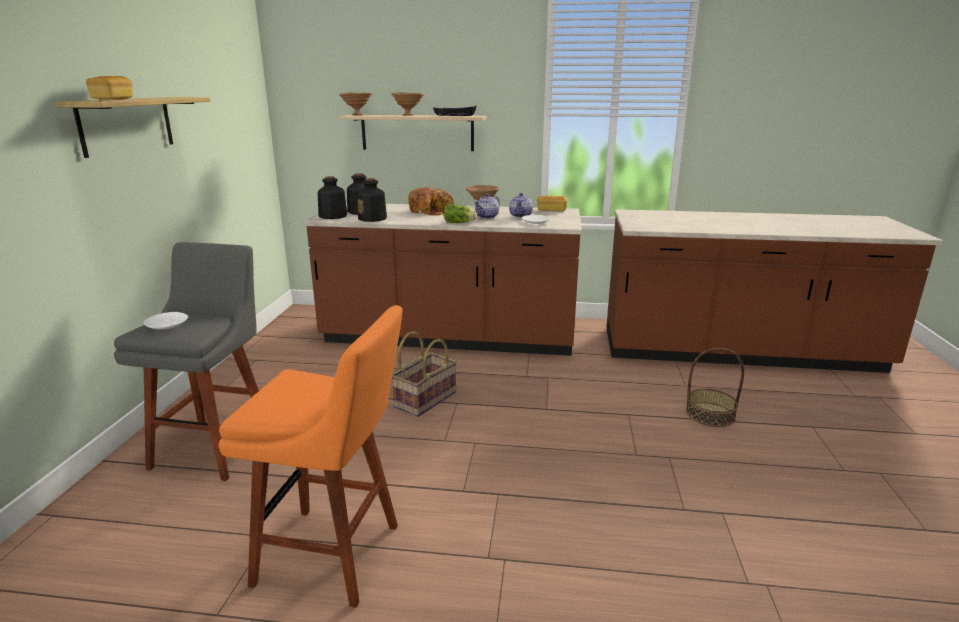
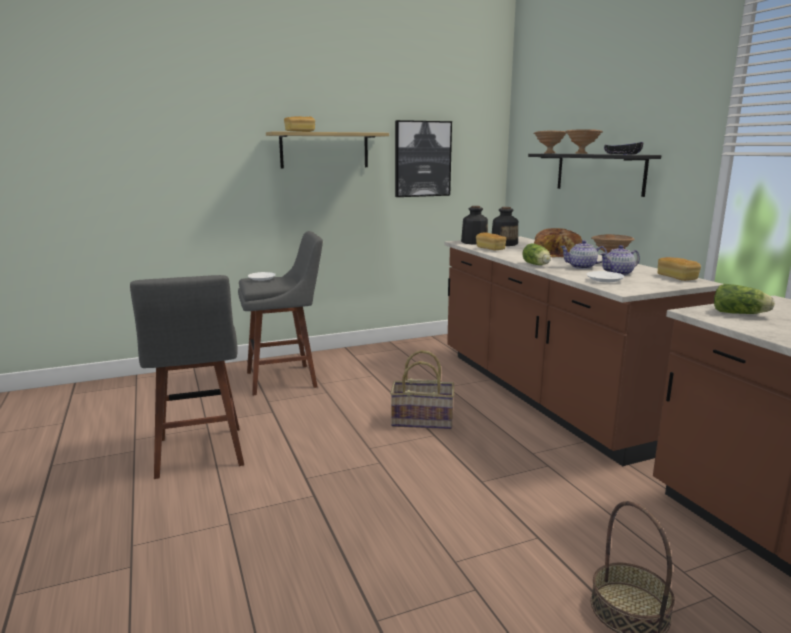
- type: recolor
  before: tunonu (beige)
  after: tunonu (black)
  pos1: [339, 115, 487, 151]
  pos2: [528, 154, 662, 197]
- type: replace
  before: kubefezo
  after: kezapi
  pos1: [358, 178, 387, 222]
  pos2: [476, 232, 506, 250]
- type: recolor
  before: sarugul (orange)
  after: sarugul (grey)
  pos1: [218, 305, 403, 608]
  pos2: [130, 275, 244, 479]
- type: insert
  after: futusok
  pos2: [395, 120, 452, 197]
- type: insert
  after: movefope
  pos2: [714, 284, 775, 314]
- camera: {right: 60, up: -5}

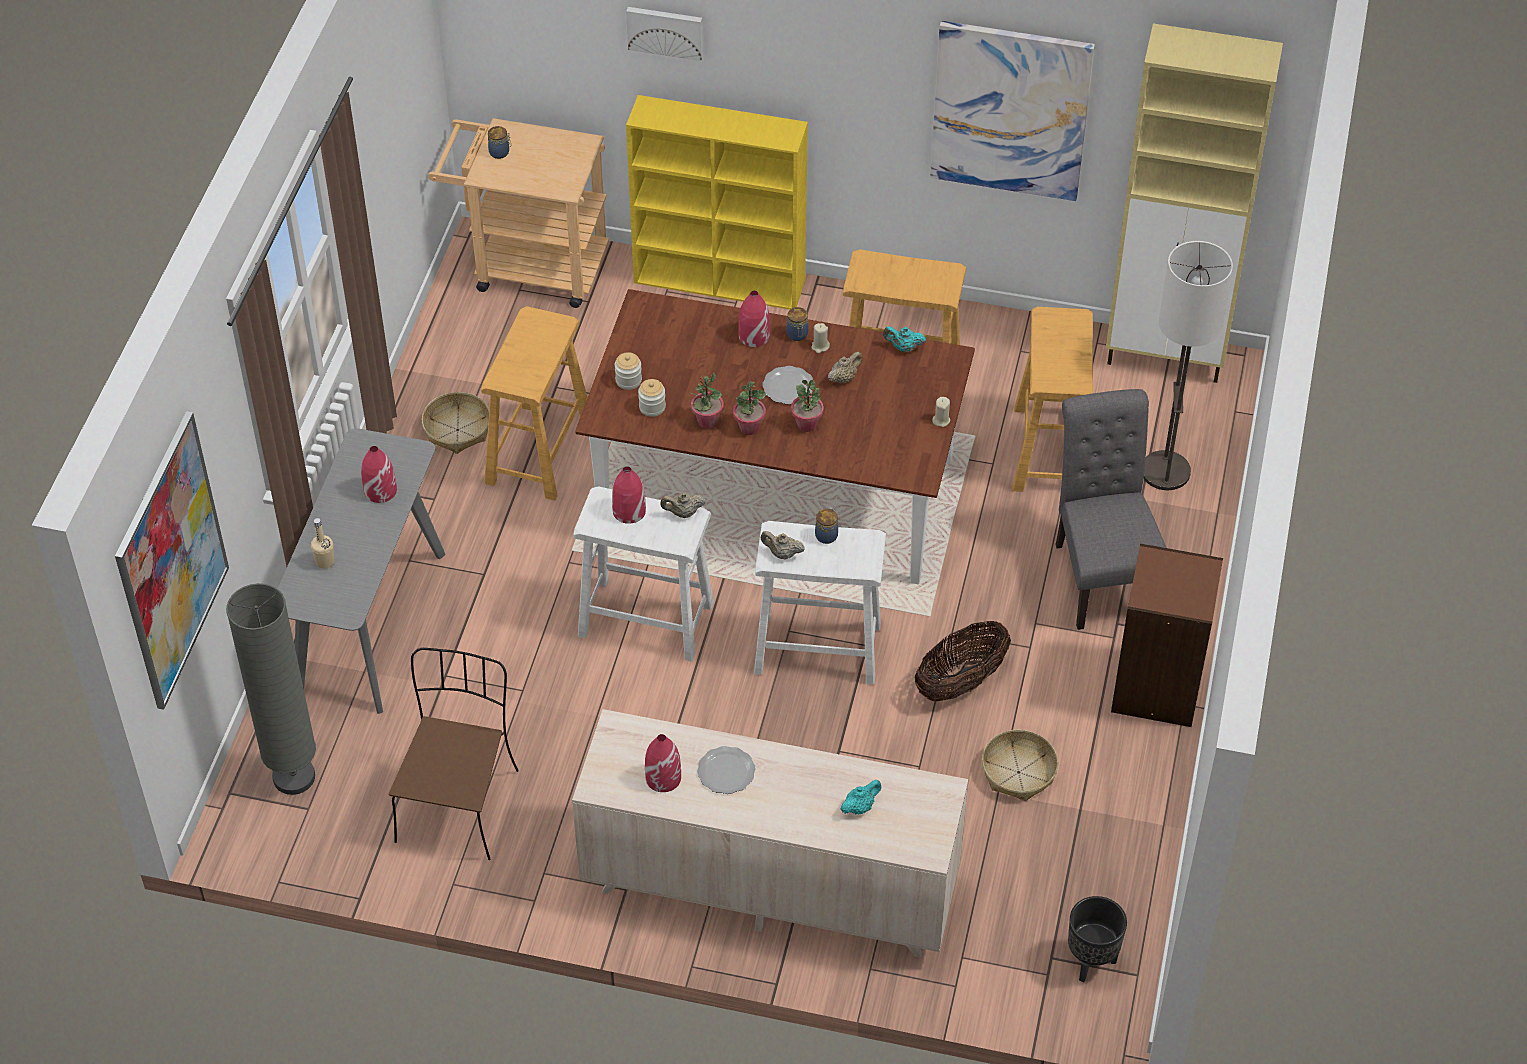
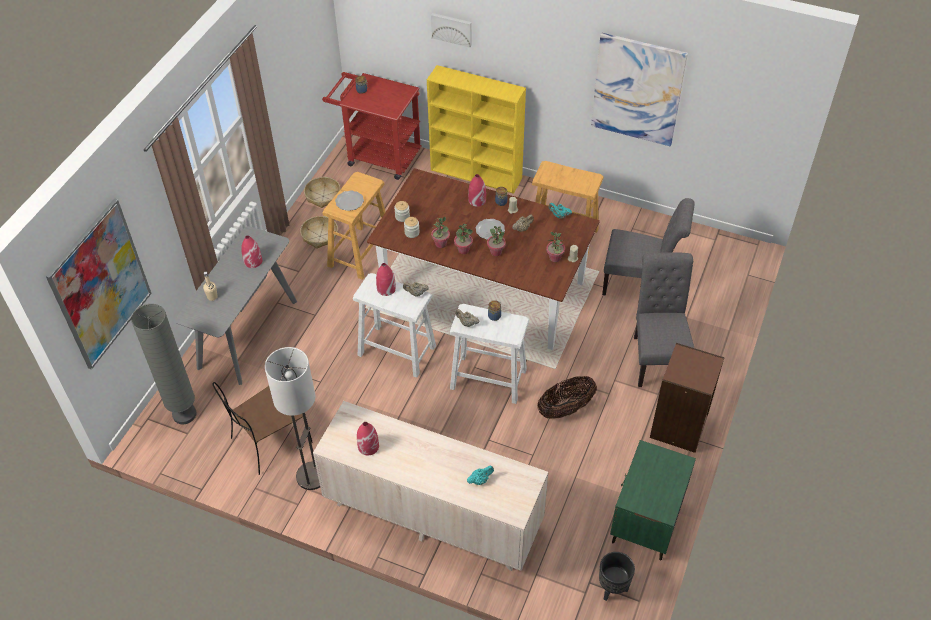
- type: delete
  before: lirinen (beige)
  pos1: [1106, 23, 1283, 383]
- type: recolor
  before: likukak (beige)
  after: likukak (red)
  pos1: [428, 118, 609, 308]
  pos2: [322, 72, 422, 180]
- type: move
  before: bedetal
  pos1: [1144, 241, 1233, 490]
  pos2: [265, 347, 320, 490]
- type: replace
  before: sarugul (beige)
  after: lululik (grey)
  pos1: [1012, 307, 1093, 492]
  pos2: [602, 198, 695, 296]
- type: rotate
  before: lululik (brown)
  pos1: [389, 648, 519, 860]
  pos2: [212, 382, 313, 475]
  turn: -150
- type: move
  before: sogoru
  pos1: [982, 730, 1058, 801]
  pos2: [304, 177, 340, 208]
- type: move
  before: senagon
  pos1: [697, 746, 756, 794]
  pos2: [335, 191, 364, 211]
- type: insert
  after: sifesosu
  pos2: [546, 232, 565, 262]
- type: insert
  after: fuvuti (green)
  pos2: [610, 440, 696, 561]
- camera: {right: 10, up: 0}

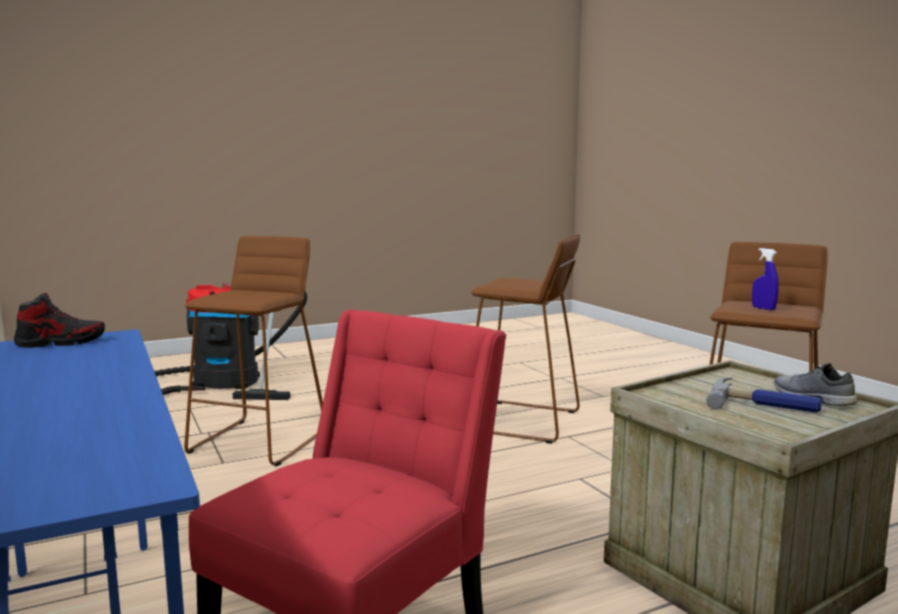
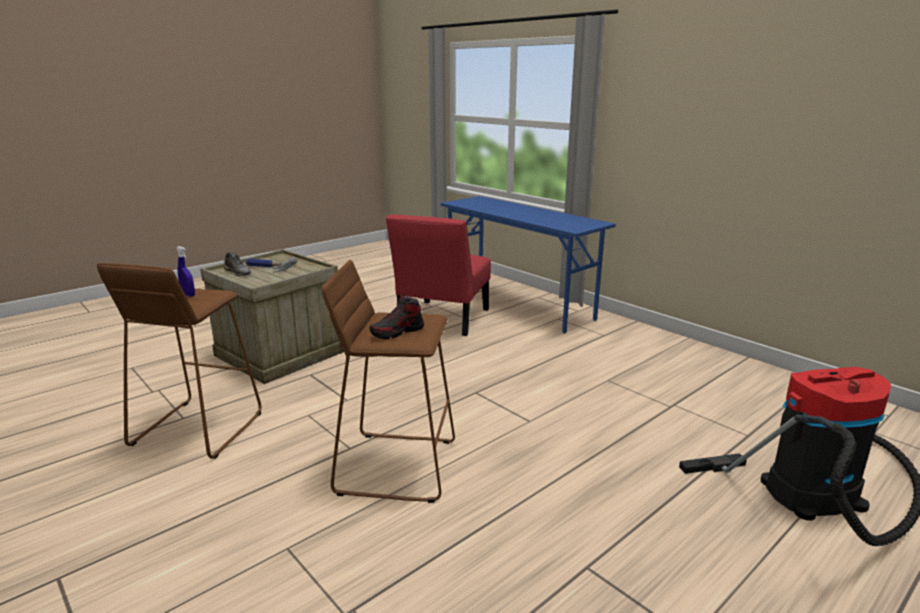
- type: delete
  before: sarugul (brown)
  pos1: [184, 236, 323, 466]
- type: move
  before: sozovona
  pos1: [14, 293, 105, 348]
  pos2: [370, 295, 424, 340]
- camera: {right: 165, up: 10}

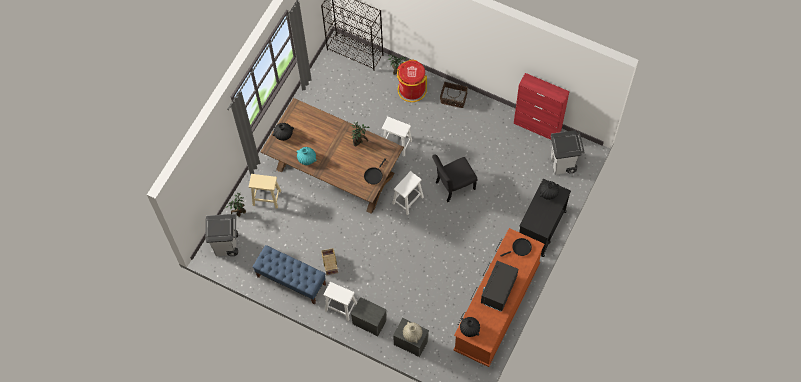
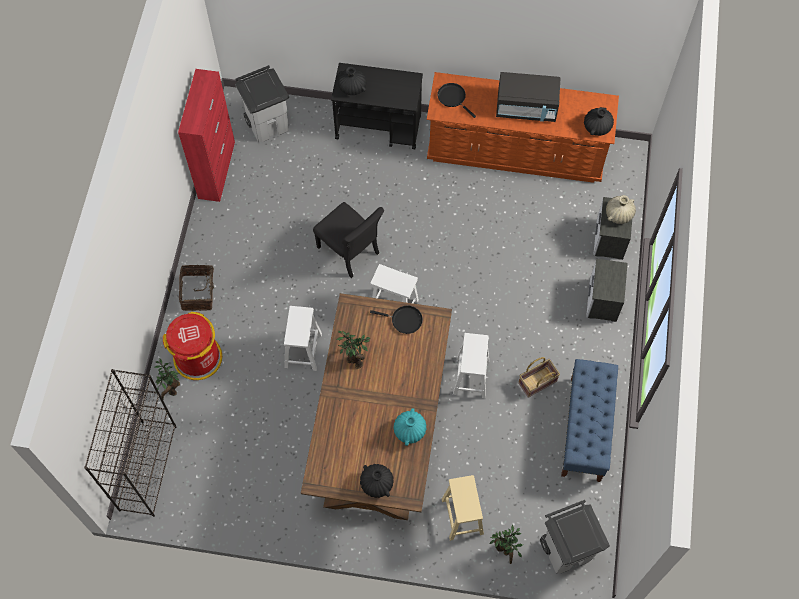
- type: move
  before: sarugul (white)
  pos1: [324, 282, 357, 321]
  pos2: [453, 333, 489, 398]
- camera: {right: -110, up: 0}

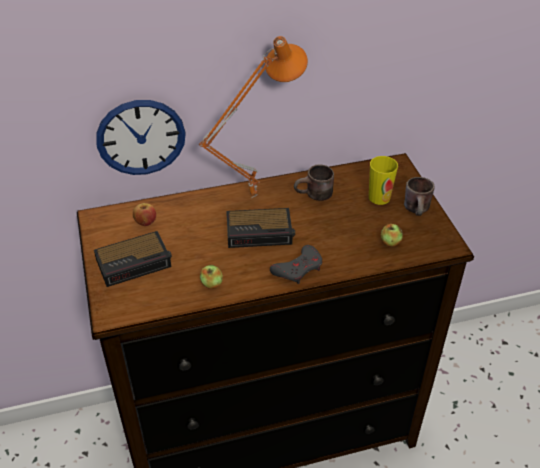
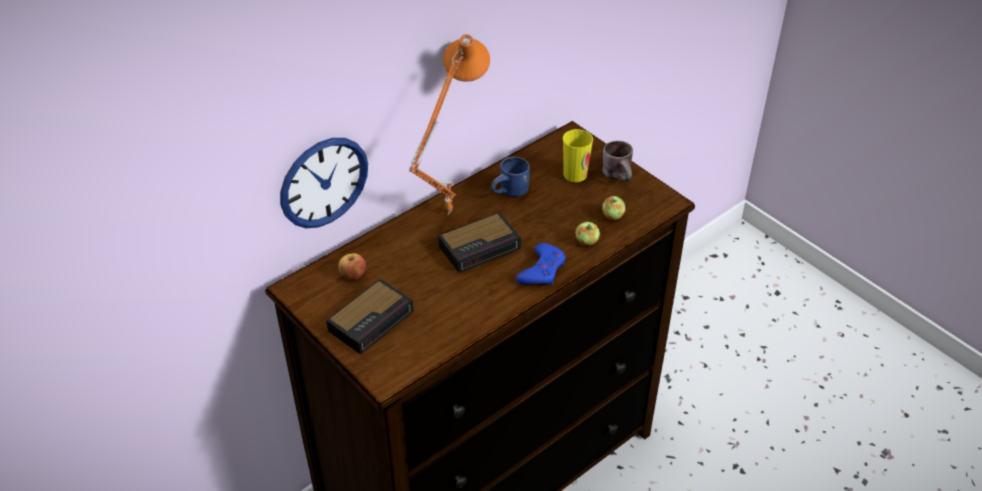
- type: recolor
  before: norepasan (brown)
  after: norepasan (blue)
  pos1: [294, 164, 334, 201]
  pos2: [491, 157, 530, 197]
- type: recolor
  before: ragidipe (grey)
  after: ragidipe (blue)
  pos1: [270, 245, 322, 284]
  pos2: [516, 243, 565, 285]
- type: move
  before: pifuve
  pos1: [200, 265, 223, 289]
  pos2: [575, 221, 600, 246]
- camera: {right: -25, up: 0}

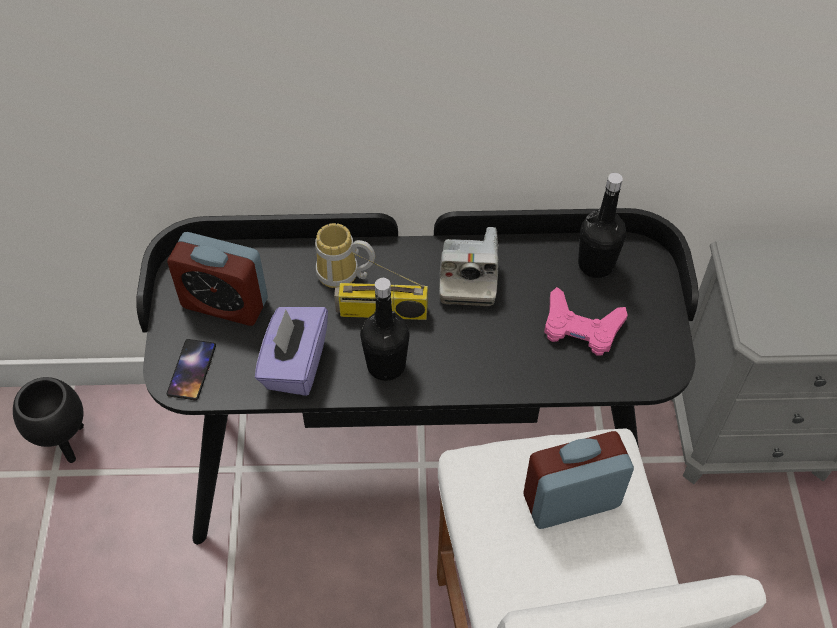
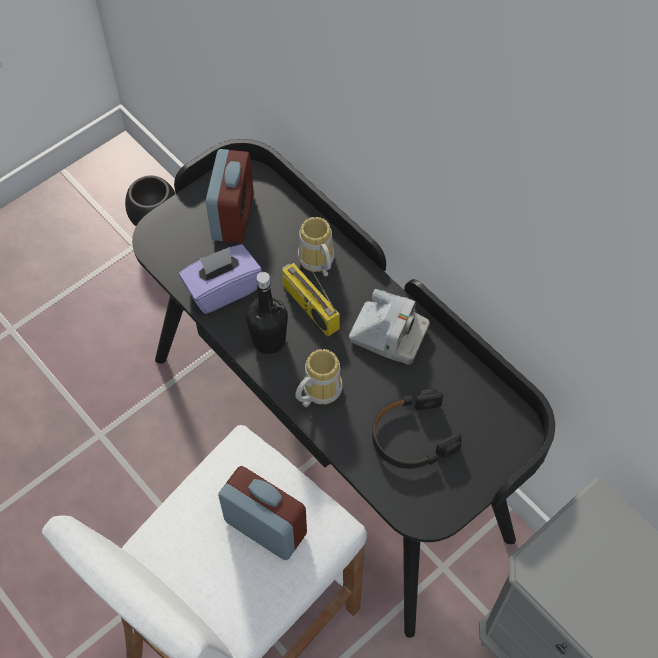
- type: delete
  before: kubefezo (black)
  pos1: [578, 173, 626, 278]
- type: rotate
  before: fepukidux
  pos1: [439, 227, 499, 306]
  pos2: [349, 289, 430, 365]
  turn: -120
- type: rotate
  before: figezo
  pos1: [167, 232, 268, 326]
  pos2: [206, 149, 253, 243]
  turn: -150
- type: replace
  before: ragidipe (pink)
  after: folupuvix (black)
  pos1: [544, 287, 628, 356]
  pos2: [372, 389, 462, 469]
- type: delete
  before: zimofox
  pos1: [167, 339, 216, 400]
- type: insert
  after: norepasan
  pos2: [296, 349, 343, 407]
- camera: {right: 50, up: 5}

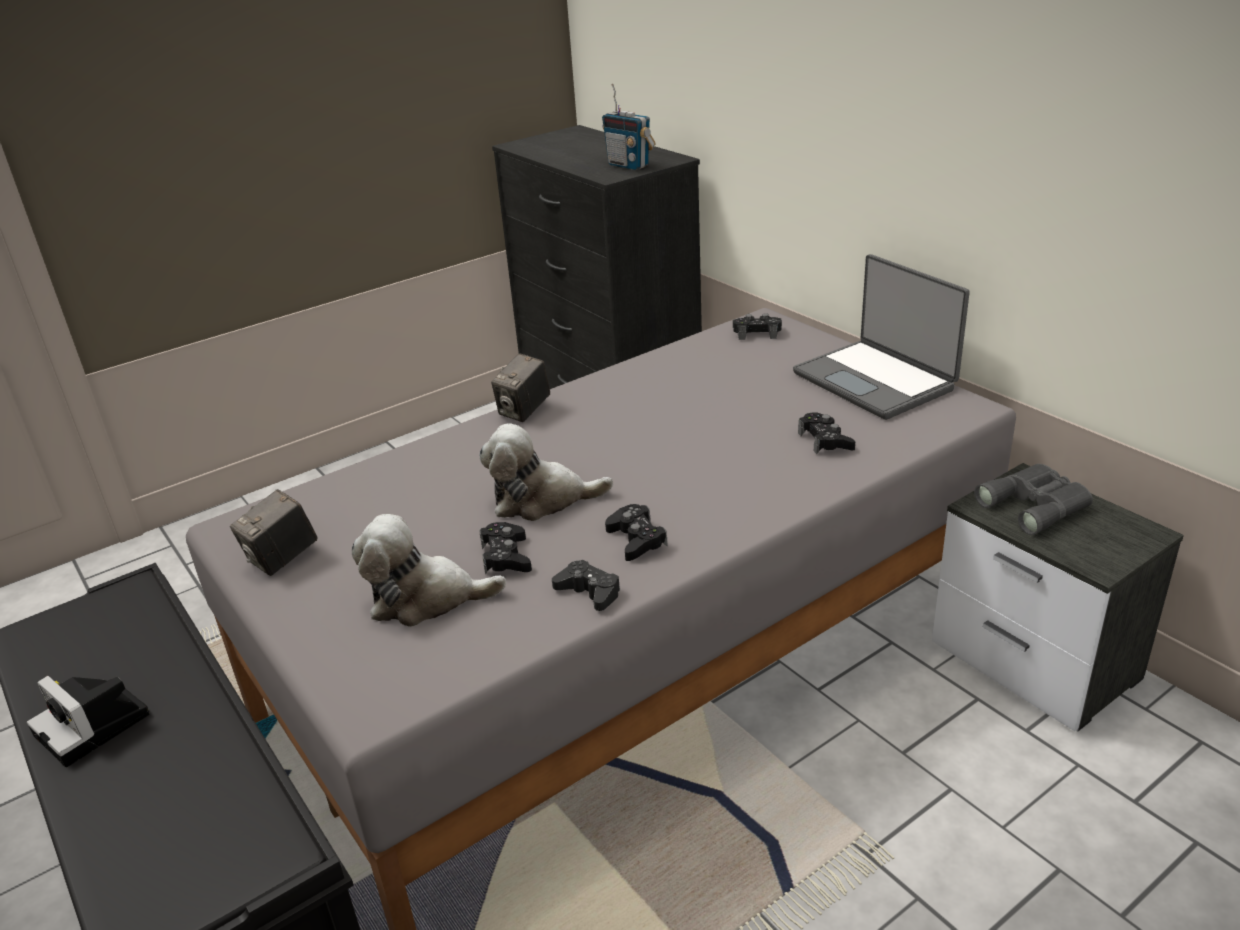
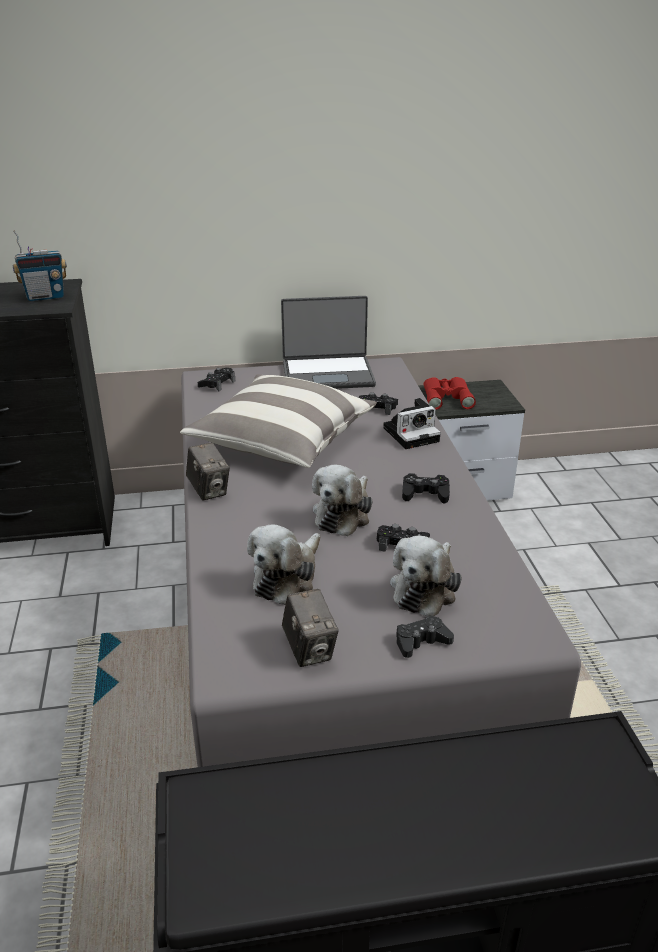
- type: recolor
  before: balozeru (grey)
  after: balozeru (red)
  pos1: [974, 464, 1093, 535]
  pos2: [424, 377, 476, 410]
- type: move
  before: ragidipe (black)
  pos1: [552, 560, 620, 611]
  pos2: [396, 615, 454, 658]
- type: move
  before: fepukidux
  pos1: [27, 676, 150, 767]
  pos2: [383, 398, 441, 449]
- type: insert
  after: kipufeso
  pos2: [180, 374, 377, 468]
- type: insert
  after: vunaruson
  pos2: [247, 524, 321, 605]
- camera: {right: -65, up: 0}

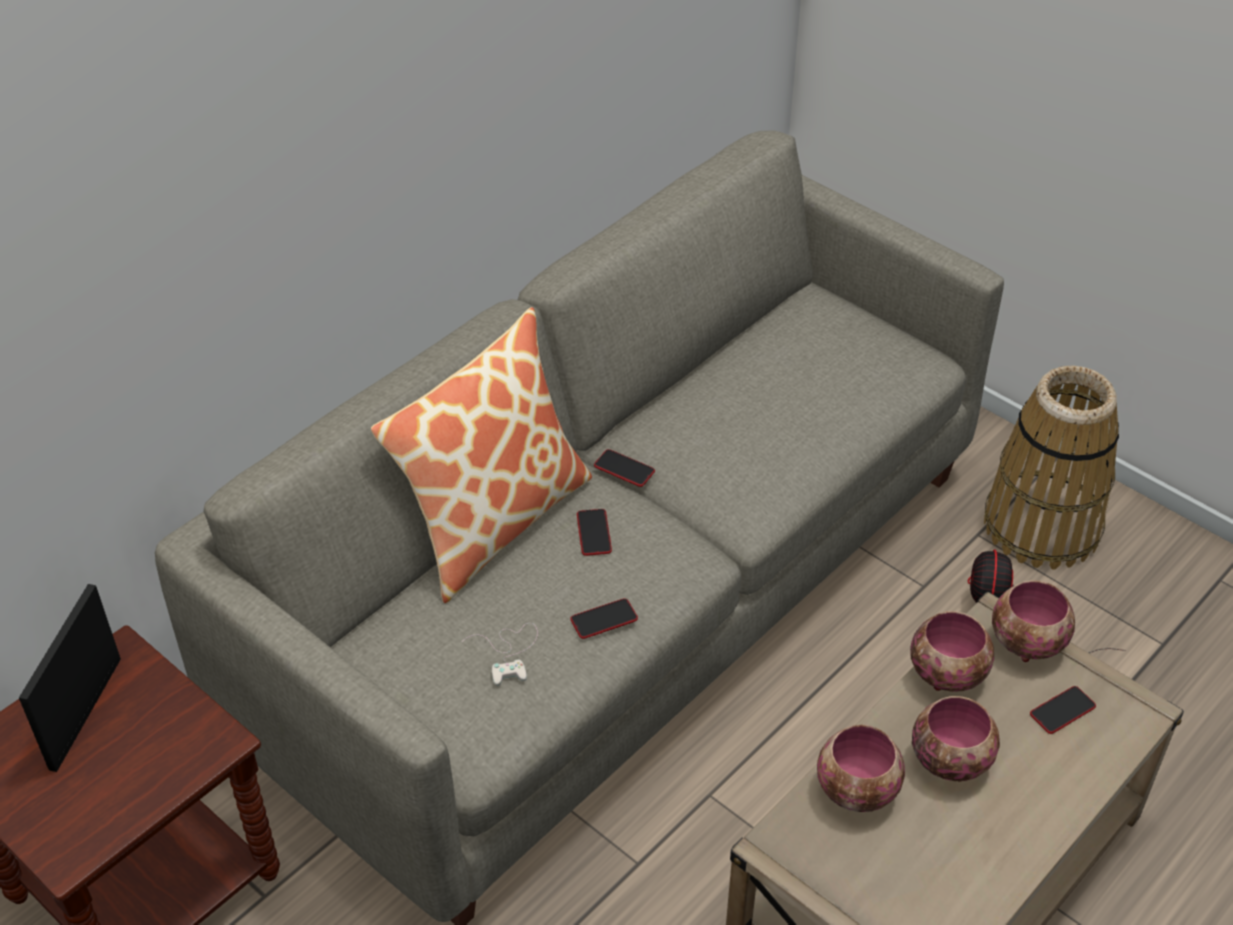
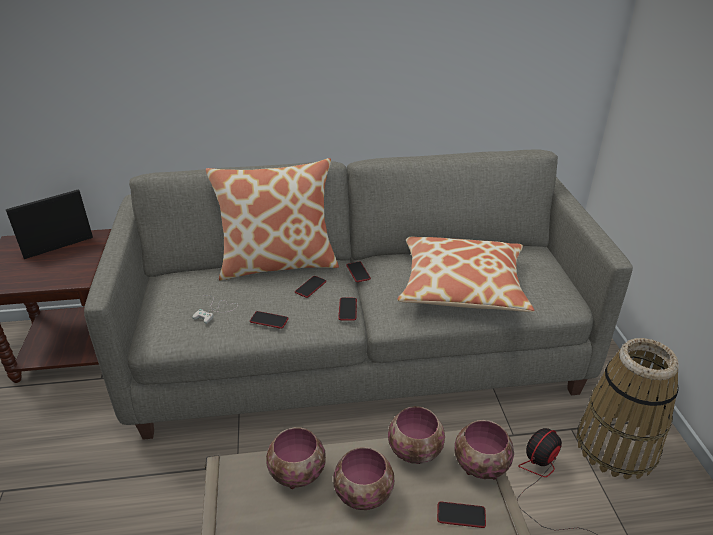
- type: insert
  after: kipufeso
  pos2: [397, 236, 534, 312]
- type: insert
  after: zimofox
  pos2: [338, 298, 357, 321]
- camera: {right: 40, up: -10}

